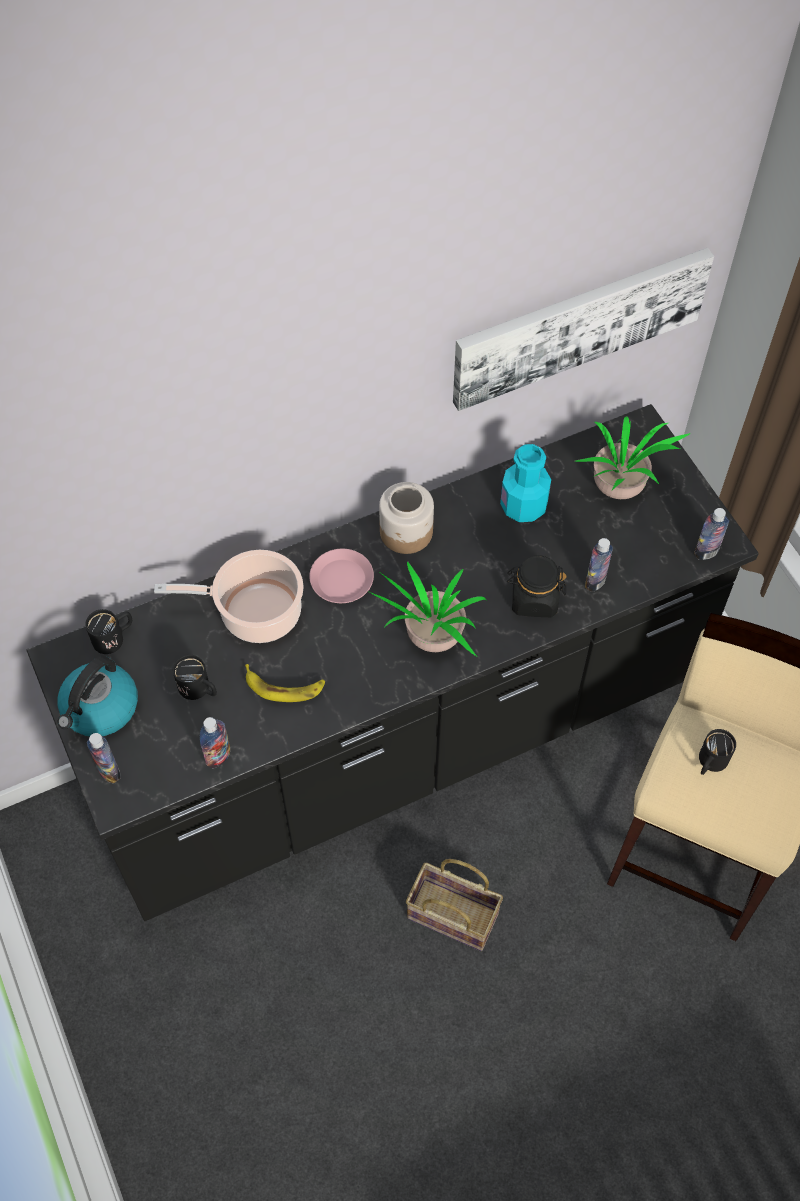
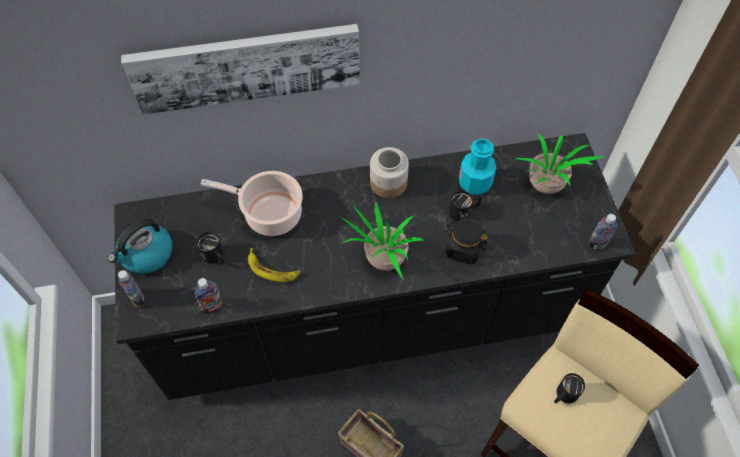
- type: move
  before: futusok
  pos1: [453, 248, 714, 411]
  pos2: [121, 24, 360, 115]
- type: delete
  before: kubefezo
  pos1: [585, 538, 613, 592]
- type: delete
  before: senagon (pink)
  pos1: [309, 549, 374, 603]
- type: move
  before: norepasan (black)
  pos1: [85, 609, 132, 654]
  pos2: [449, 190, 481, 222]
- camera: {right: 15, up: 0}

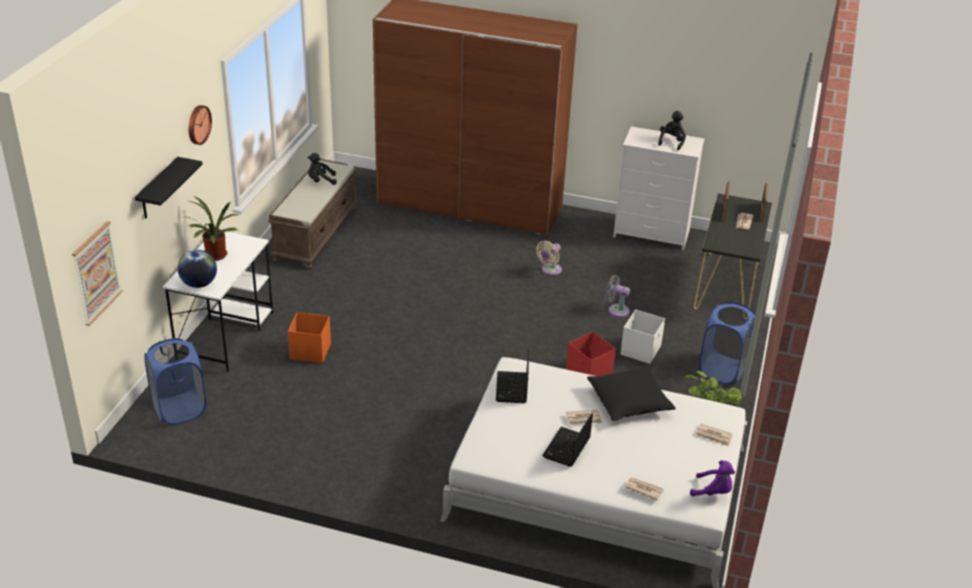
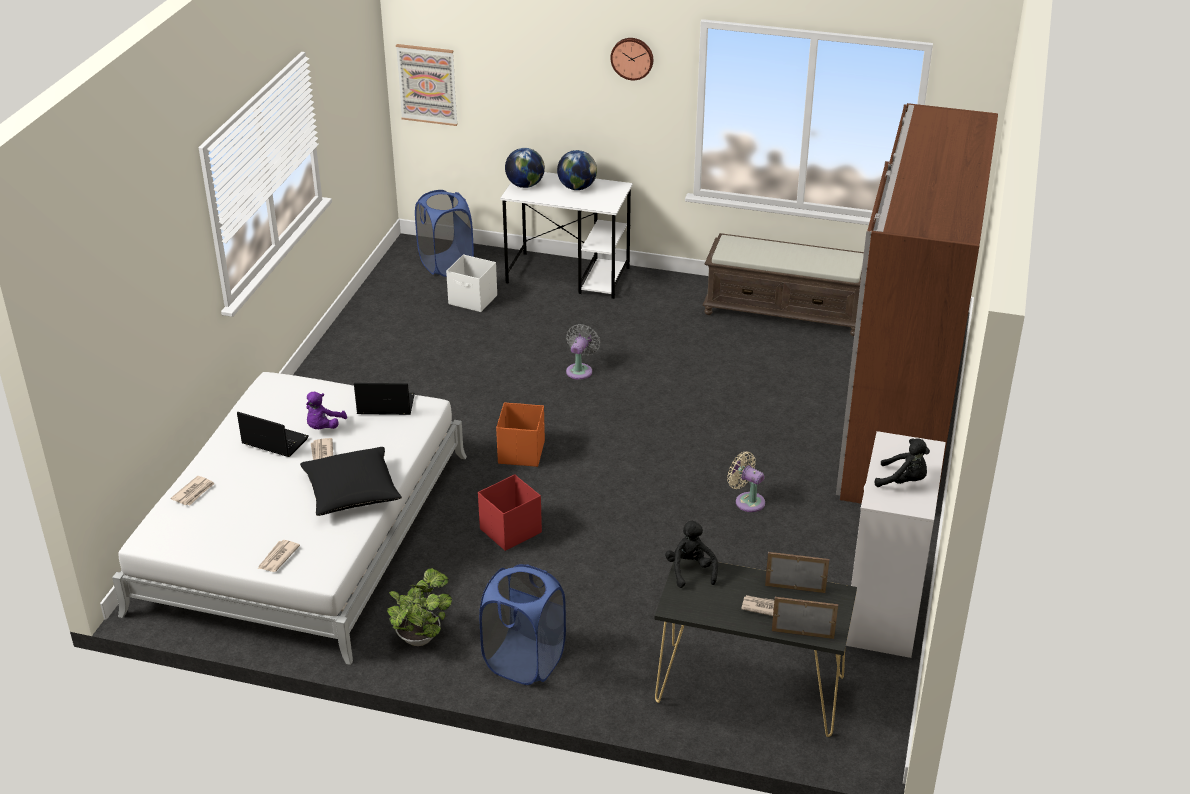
- type: move
  before: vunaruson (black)
  pos1: [308, 153, 337, 185]
  pos2: [665, 520, 718, 588]
- type: delete
  before: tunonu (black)
  pos1: [135, 157, 203, 219]
- type: replace
  before: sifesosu
  after: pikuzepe
  pos1: [187, 196, 240, 261]
  pos2: [557, 150, 597, 190]
- type: move
  before: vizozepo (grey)
  pos1: [605, 275, 630, 317]
  pos2: [566, 324, 600, 380]
- type: move
  before: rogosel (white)
  pos1: [620, 309, 665, 364]
  pos2: [446, 254, 497, 312]
- type: move
  before: rogosel (orange)
  pos1: [288, 312, 331, 363]
  pos2: [496, 402, 545, 467]
- type: move
  before: vunaruson (purple)
  pos1: [690, 460, 735, 496]
  pos2: [306, 391, 347, 429]
- camera: {right: 90, up: 0}

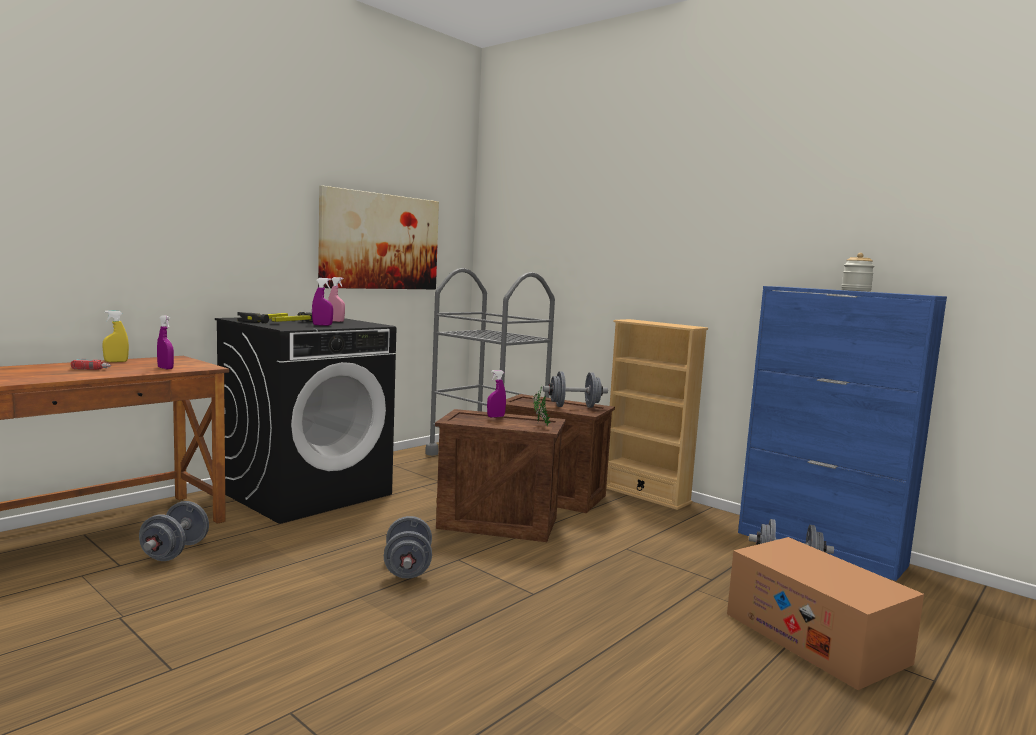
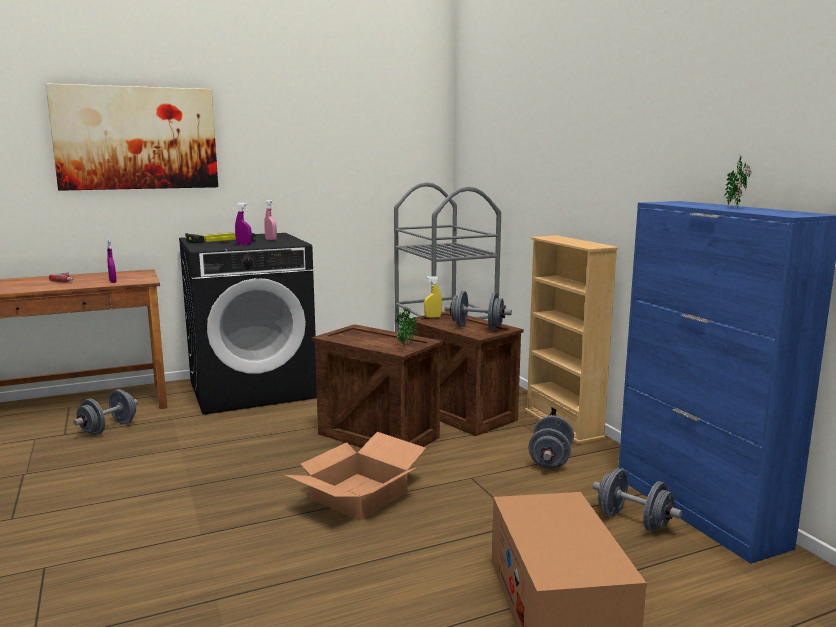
- type: move
  before: futusok
  pos1: [318, 185, 439, 289]
  pos2: [46, 83, 218, 191]
- type: replace
  before: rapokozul
  after: sifesosu
  pos1: [841, 253, 875, 291]
  pos2: [725, 156, 751, 208]
- type: move
  before: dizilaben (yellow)
  pos1: [102, 310, 129, 362]
  pos2: [424, 276, 442, 318]
- type: delete
  before: dizilaben (purple)
  pos1: [487, 370, 506, 418]
- type: move
  before: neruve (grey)
  pos1: [384, 516, 432, 579]
  pos2: [528, 415, 574, 469]
- type: insert
  after: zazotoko
  pos2: [285, 432, 426, 521]
- camera: {right: 25, up: 5}

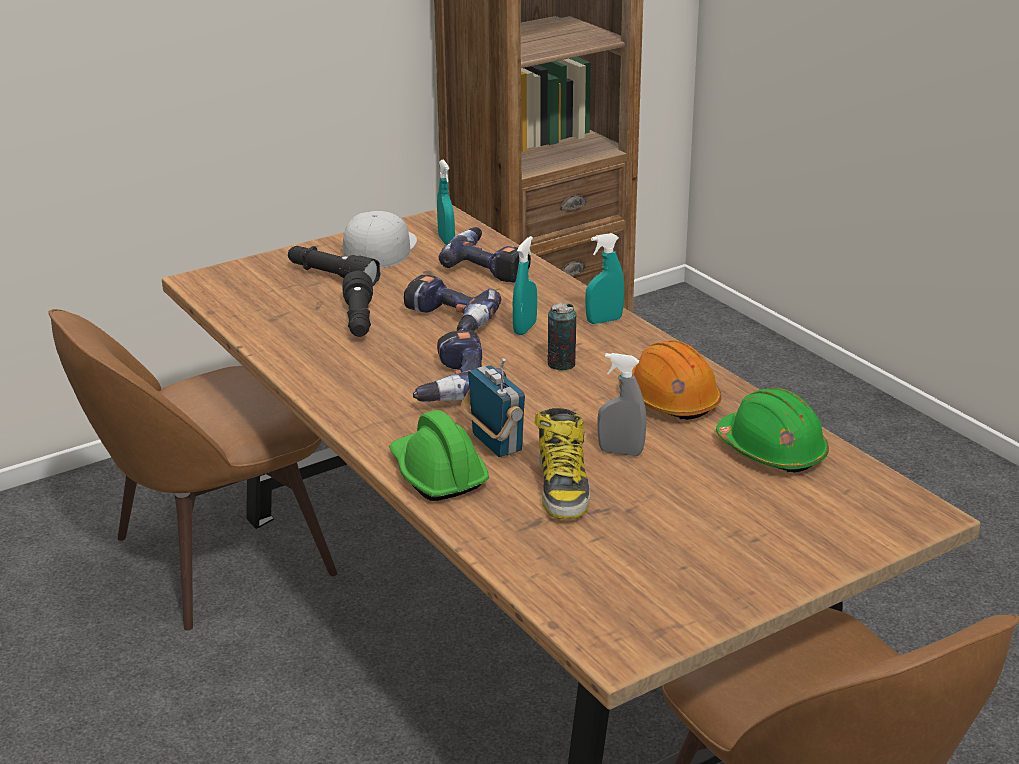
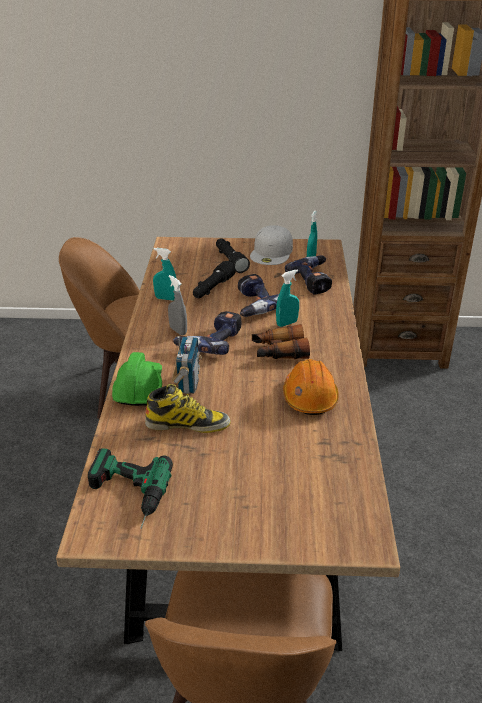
- type: rotate
  before: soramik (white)
  pos1: [343, 211, 417, 268]
  pos2: [250, 225, 293, 265]
  turn: 150
- type: move
  before: dizilaben (turquoise)
  pos1: [585, 233, 624, 324]
  pos2: [153, 248, 177, 301]
- type: replace
  before: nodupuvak
  after: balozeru
  pos1: [547, 302, 576, 371]
  pos2: [252, 324, 310, 359]
- type: move
  before: dizilaben (grey)
  pos1: [597, 353, 646, 456]
  pos2: [168, 275, 187, 336]
- type: delete
  before: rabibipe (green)
  pos1: [716, 388, 829, 473]
- type: rotate
  before: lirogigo
  pos1: [534, 408, 590, 519]
  pos2: [145, 384, 231, 433]
  turn: -120
- type: insert
  after: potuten
  pos2: [88, 448, 173, 529]
- camera: {right: 35, up: 5}

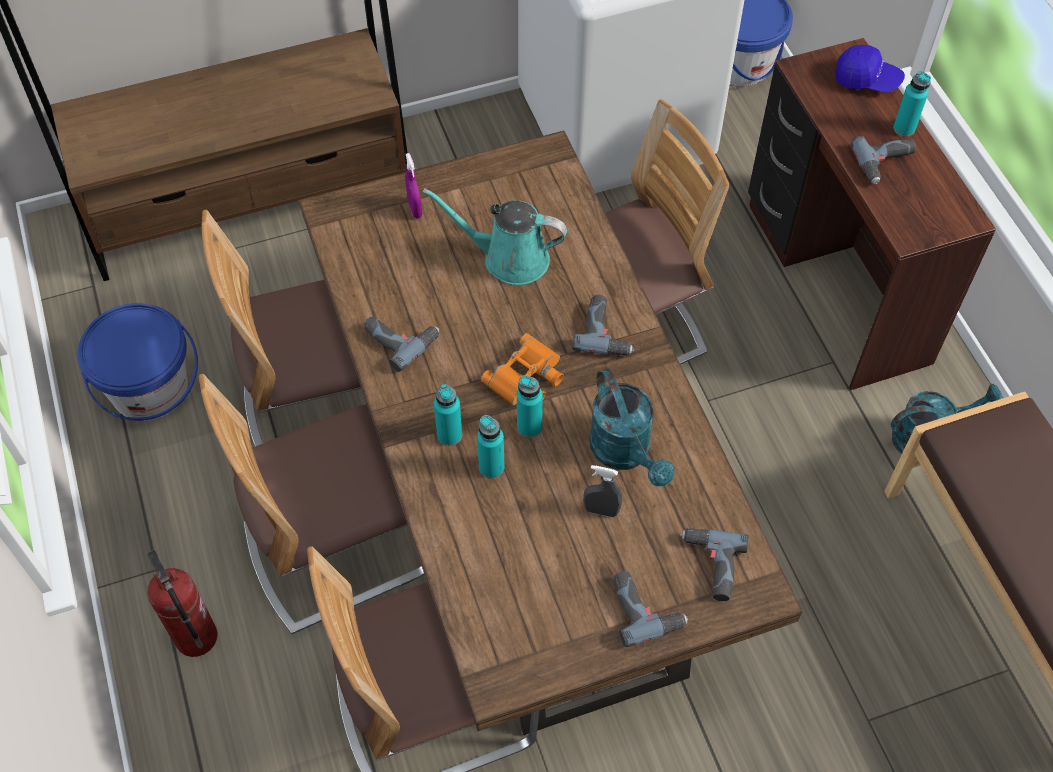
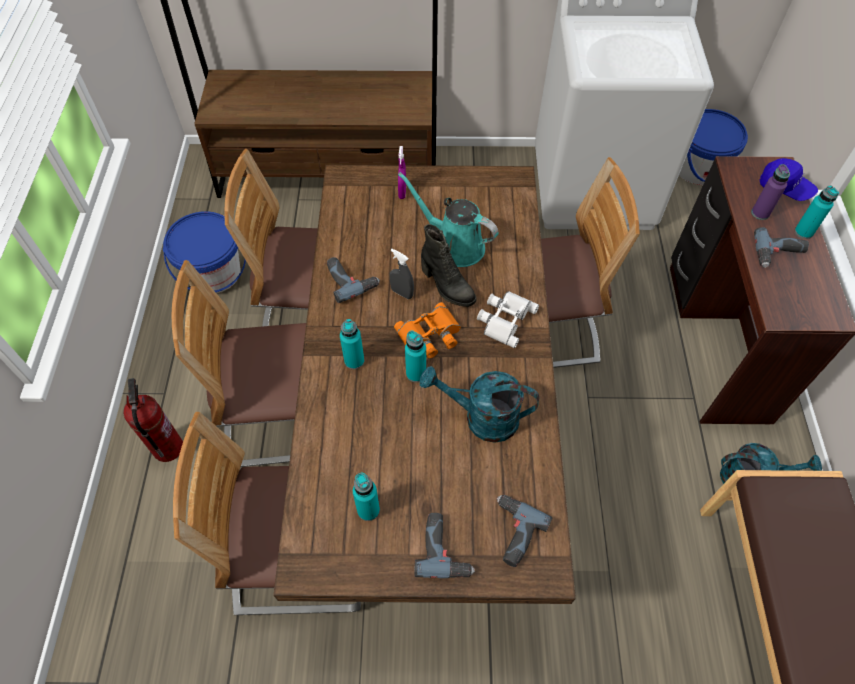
- type: replace
  before: potuten
  after: balozeru (white)
  pos1: [572, 295, 634, 356]
  pos2: [477, 291, 539, 348]
- type: rotate
  before: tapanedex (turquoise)
  pos1: [590, 368, 675, 487]
  pos2: [420, 366, 539, 443]
  turn: 105
- type: move
  before: kubefezo (turquoise)
  pos1: [477, 415, 505, 479]
  pos2: [353, 473, 380, 521]
- type: move
  before: dizilaben (grey)
  pos1: [584, 465, 622, 517]
  pos2: [389, 249, 414, 299]
- type: insert
  after: kubefezo (purple)
  pos2: [751, 164, 790, 220]
- type: insert
  after: lirogigo (black)
  pos2: [421, 224, 476, 307]
- camera: {right: 20, up: 0}

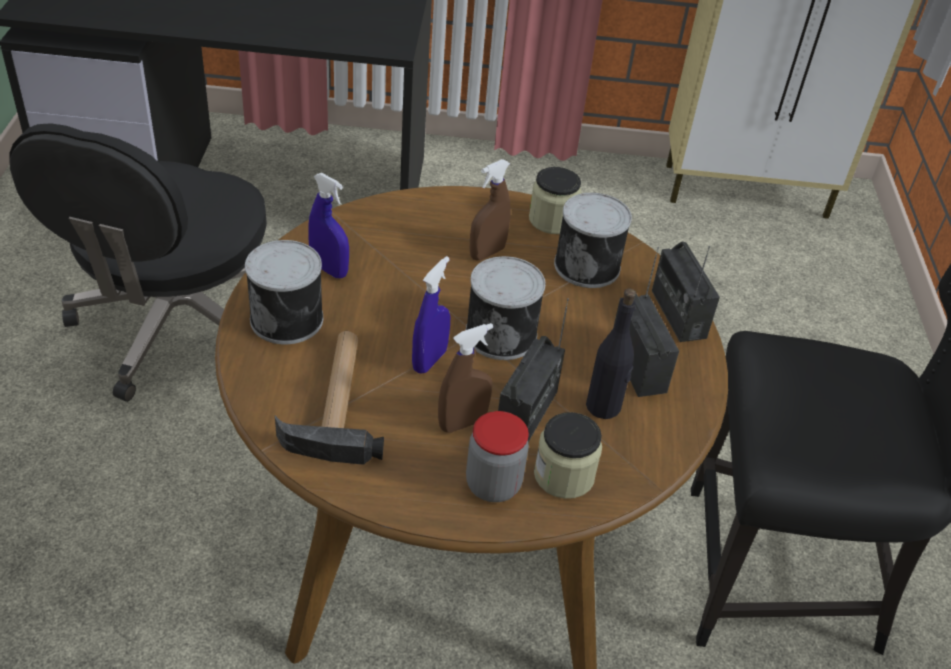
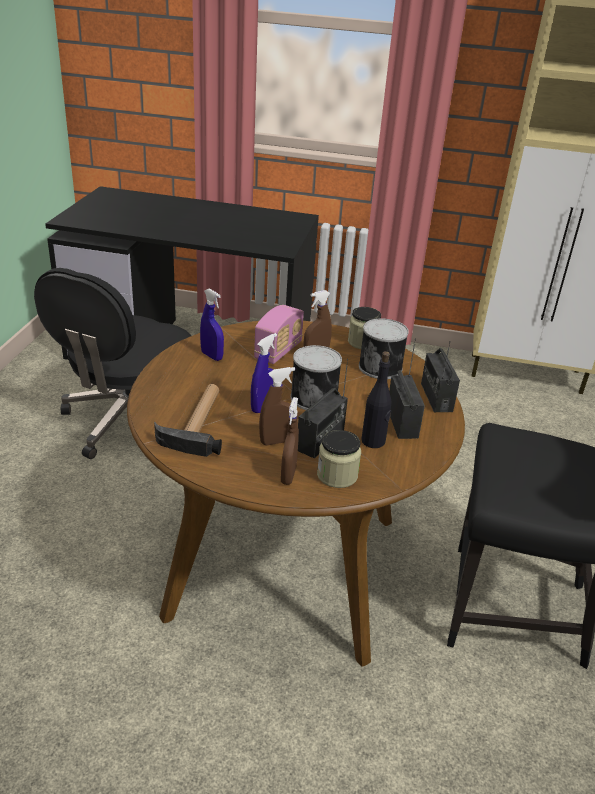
- type: delete
  before: nodupuvak
  pos1: [245, 240, 323, 344]
- type: replace
  before: rapokozul
  after: dizilaben (brown)
  pos1: [466, 411, 529, 502]
  pos2: [281, 397, 299, 485]
- type: insert
  after: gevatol
  pos2: [254, 305, 304, 364]
- camera: {right: 10, up: -10}

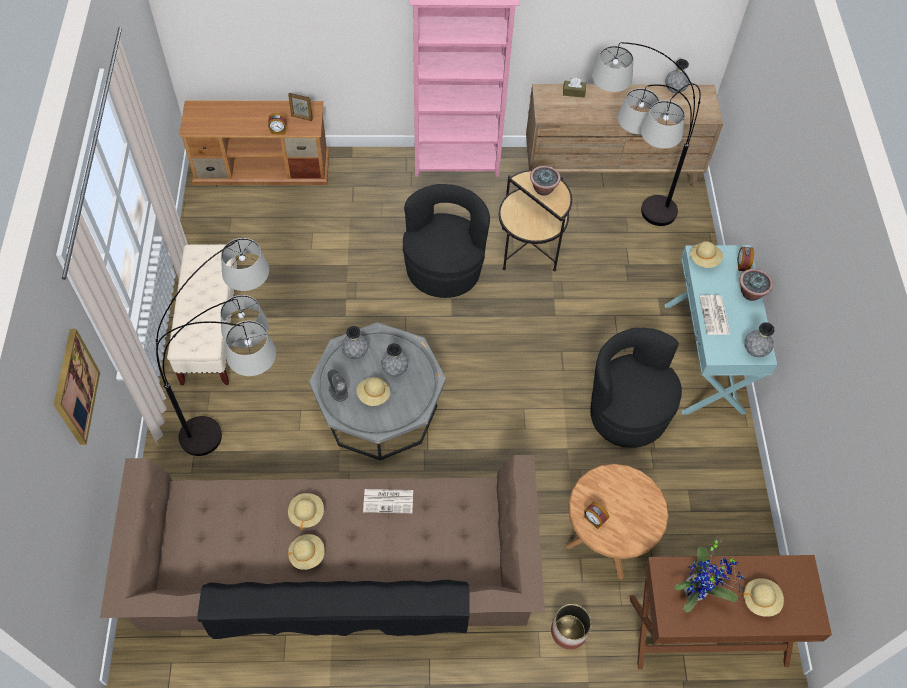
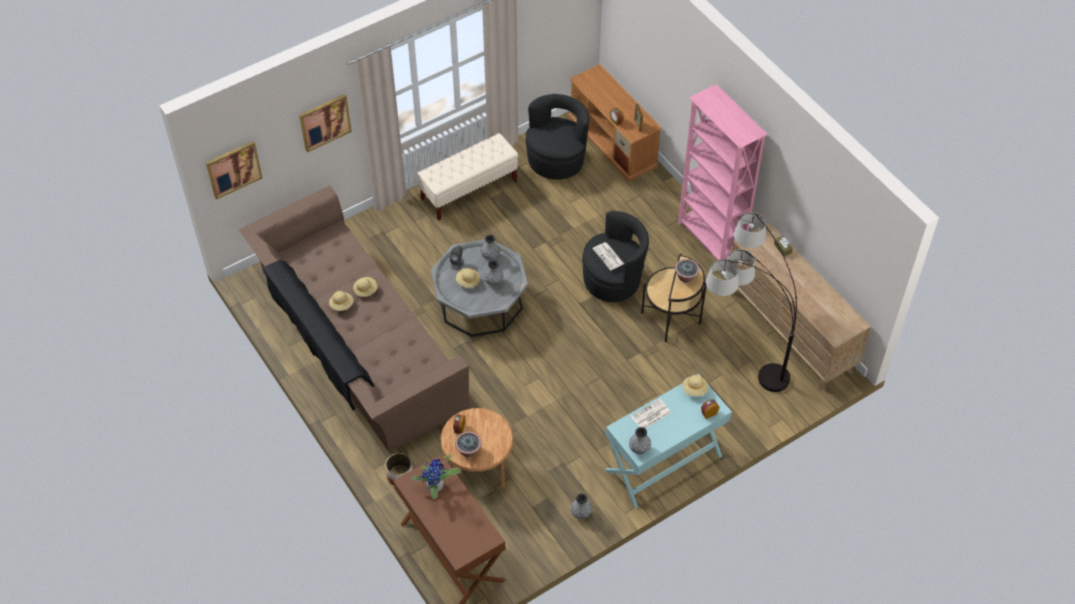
- type: move
  before: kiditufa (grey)
  pos1: [665, 59, 689, 93]
  pos2: [571, 493, 592, 519]
- type: delete
  before: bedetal
  pos1: [156, 238, 276, 456]
- type: move
  before: sifesosu
  pos1: [739, 269, 773, 301]
  pos2: [455, 432, 481, 457]
- type: move
  before: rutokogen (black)
  pos1: [590, 328, 682, 448]
  pos2: [526, 94, 589, 180]
- type: move
  before: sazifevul
  pos1: [363, 489, 413, 513]
  pos2: [593, 242, 624, 271]
- type: delete
  before: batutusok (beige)
  pos1: [741, 578, 784, 617]
- type: insert
  after: futusok
  pos2: [206, 141, 263, 200]
- camera: {right: 60, up: -5}

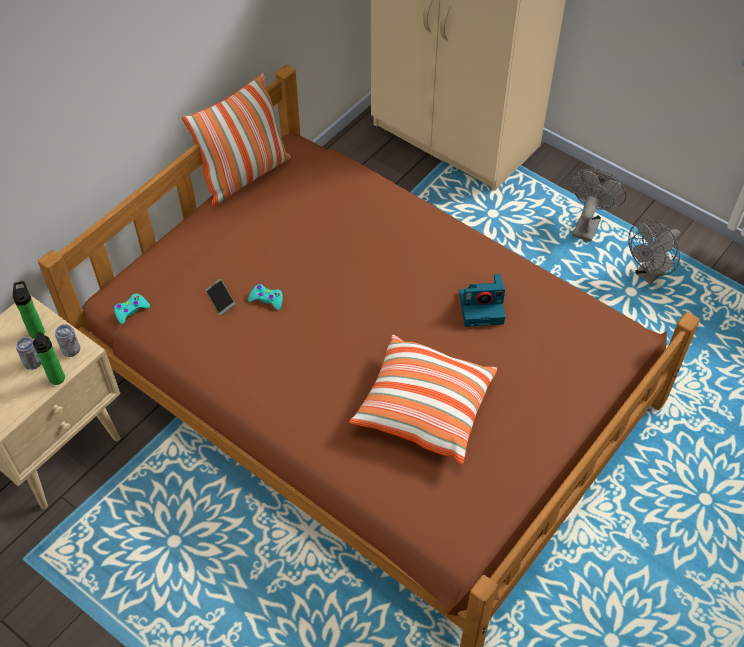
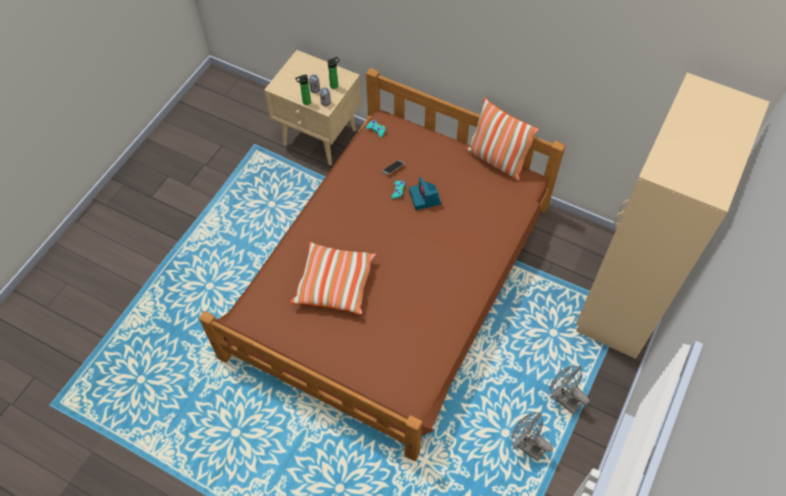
- type: rotate
  before: vizozepo (grey)
  pos1: [570, 169, 626, 242]
  pos2: [550, 366, 590, 414]
  turn: -150
- type: move
  before: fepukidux
  pos1: [459, 273, 505, 327]
  pos2: [409, 177, 441, 210]
- camera: {right: 80, up: 5}

